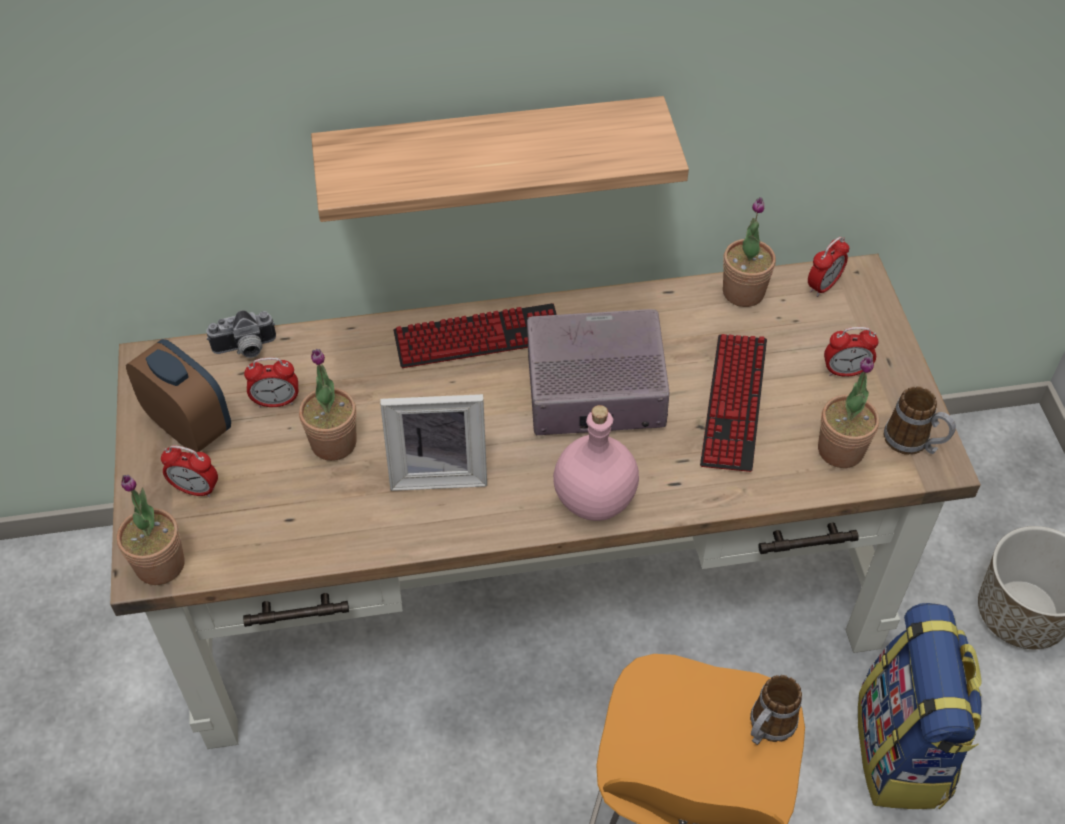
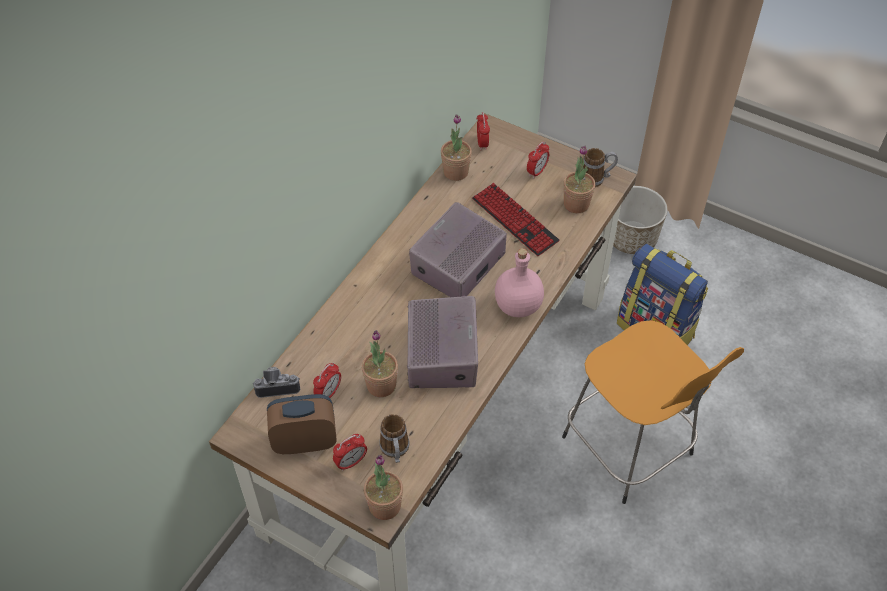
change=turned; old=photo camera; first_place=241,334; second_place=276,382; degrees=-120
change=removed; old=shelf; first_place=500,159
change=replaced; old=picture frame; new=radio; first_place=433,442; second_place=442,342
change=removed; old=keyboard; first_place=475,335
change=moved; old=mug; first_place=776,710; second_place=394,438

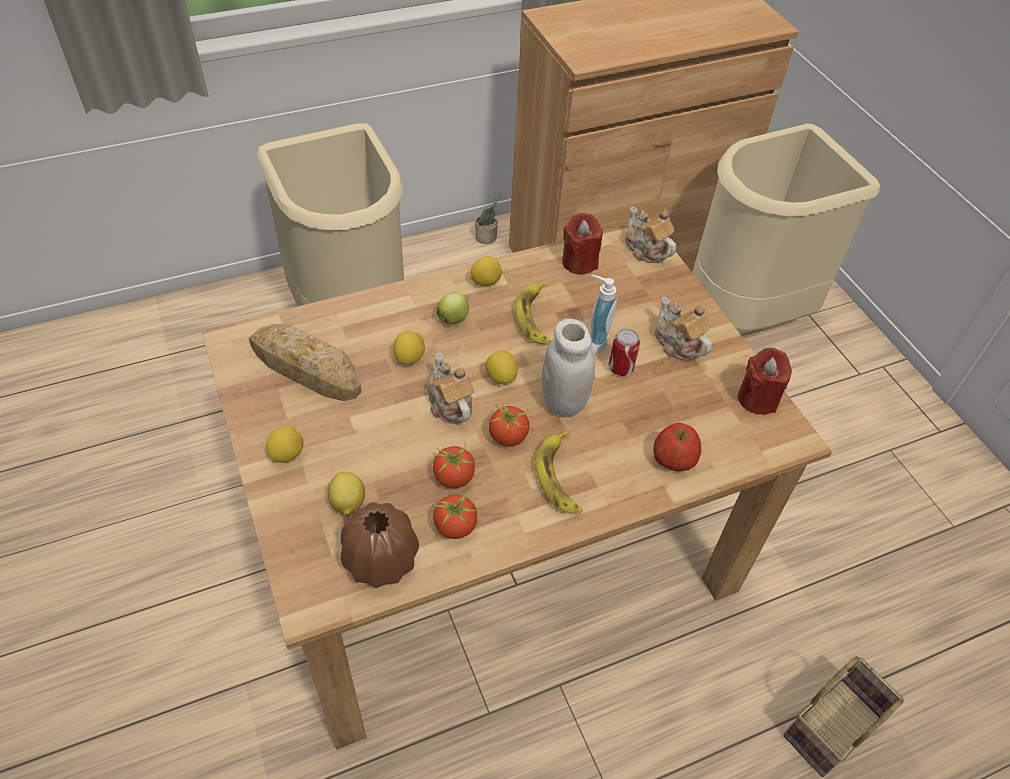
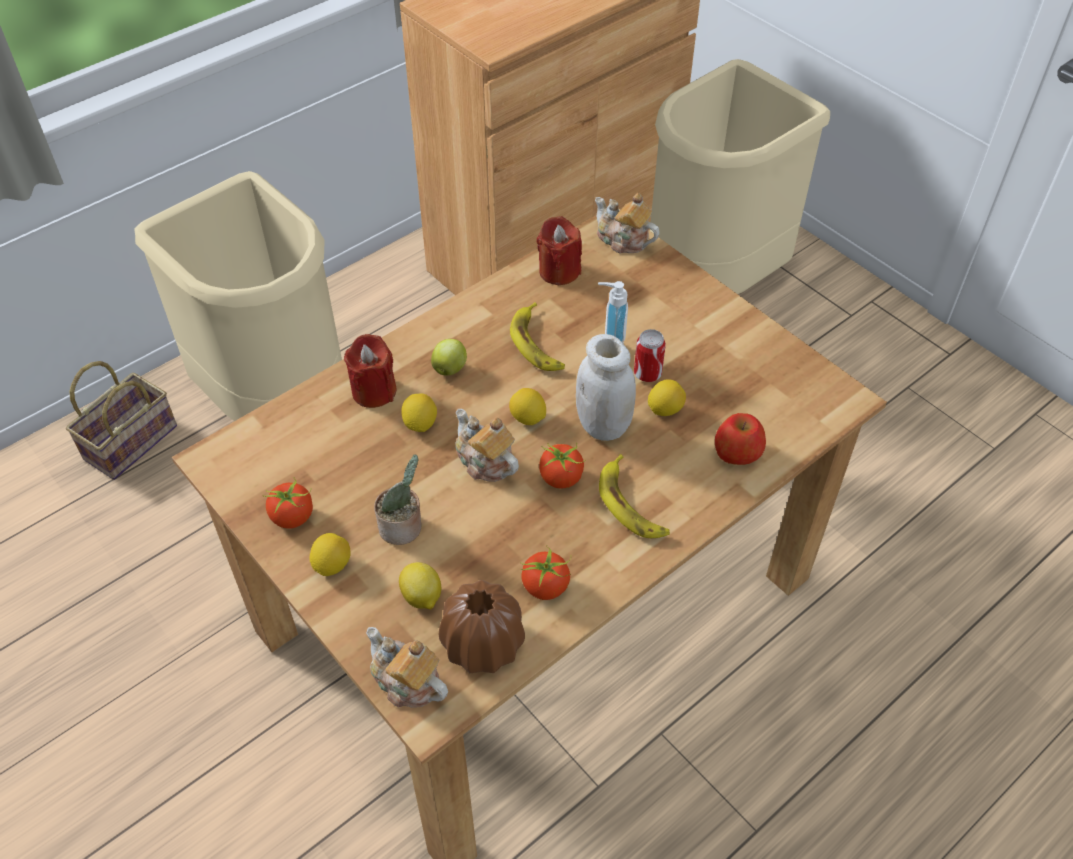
change=removed; old=bread; first_place=305,362
change=moved; old=tomato; first_place=455,465; second_place=287,503
change=moved; old=lemon; first_place=486,271; second_place=667,397
change=moved; old=potted plant; first_place=488,218; second_place=398,499
change=moved; old=teapot; first_place=683,329; second_place=407,667
change=moved; old=red candle; first_place=765,381; second_place=370,371
change=moved; old=basket; first_place=843,716; second_place=121,420

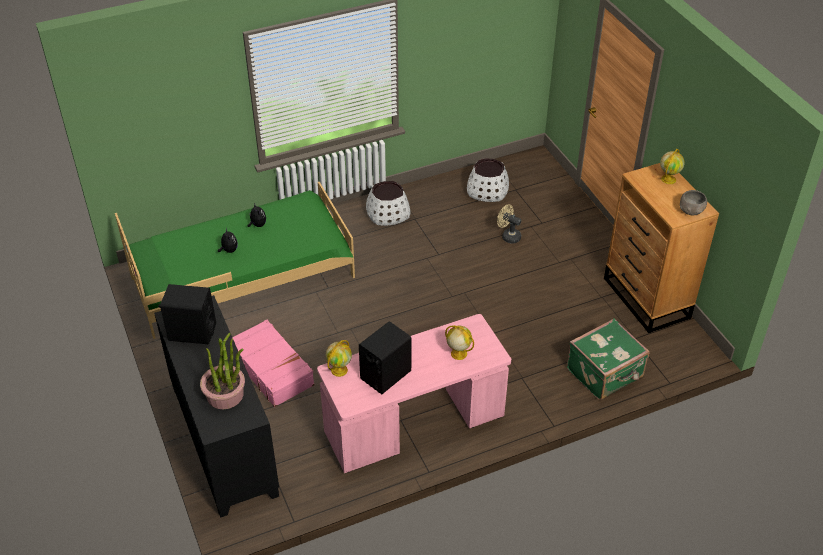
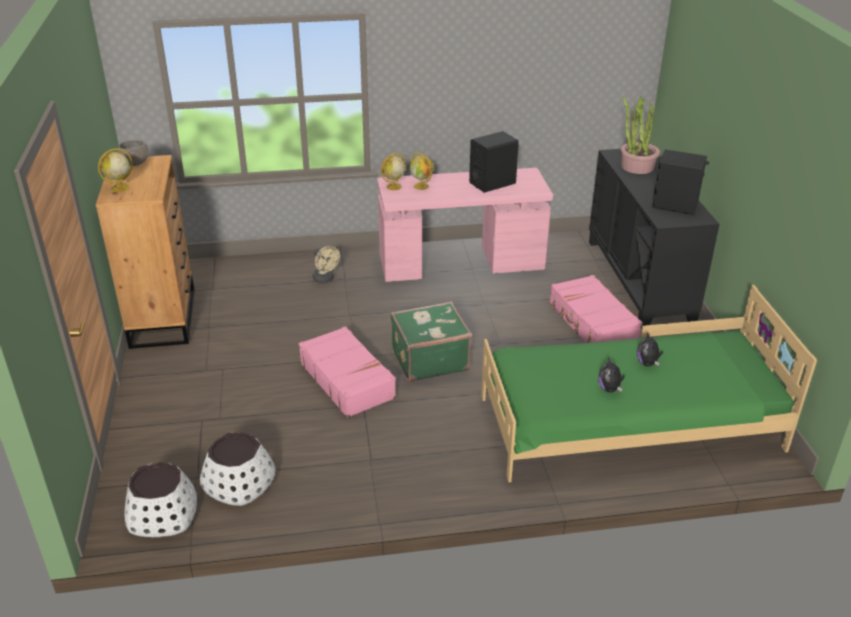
change=moved; old=globe; first_place=339,358; second_place=393,171
change=moved; old=white planter; first_place=388,203; second_place=160,499
change=moved; old=beige fan; first_place=509,224; second_place=326,264
change=moved; old=green suitcase; first_place=608,359; second_place=431,341
change=added; new=pink suitcase; second_place=347,372

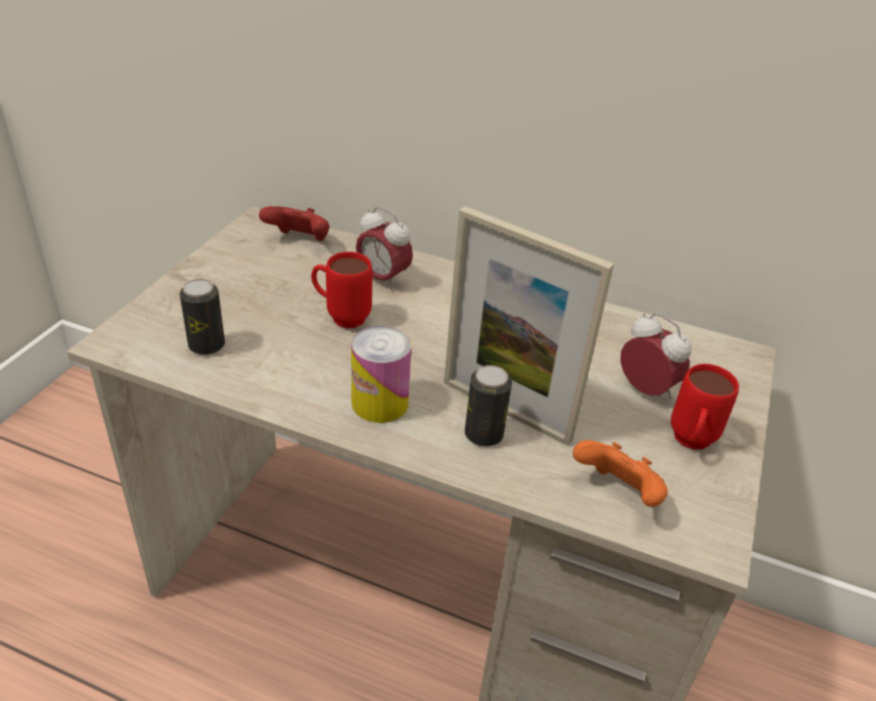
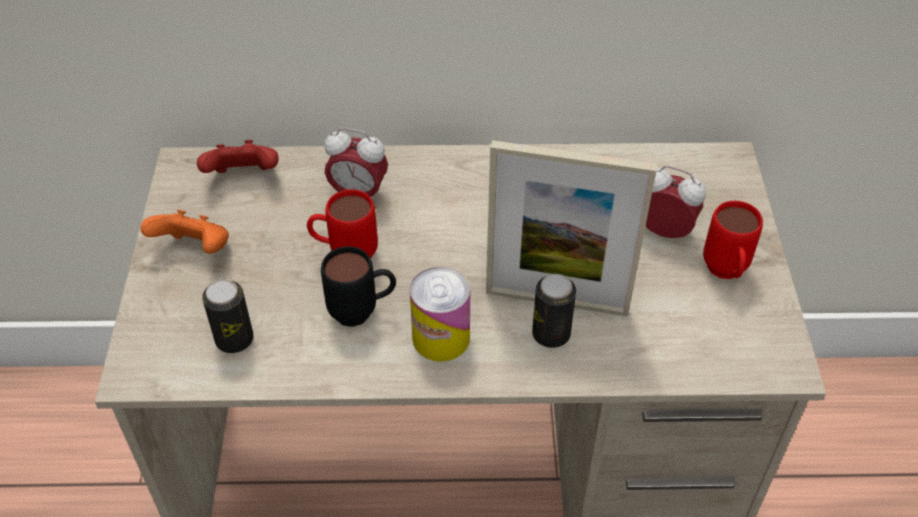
change=moved; old=orange game controller; first_place=620,473; second_place=184,232
change=added; new=black mug; second_place=358,286

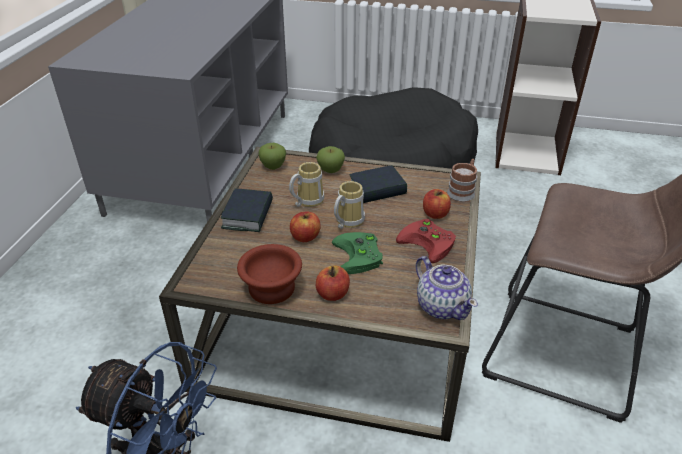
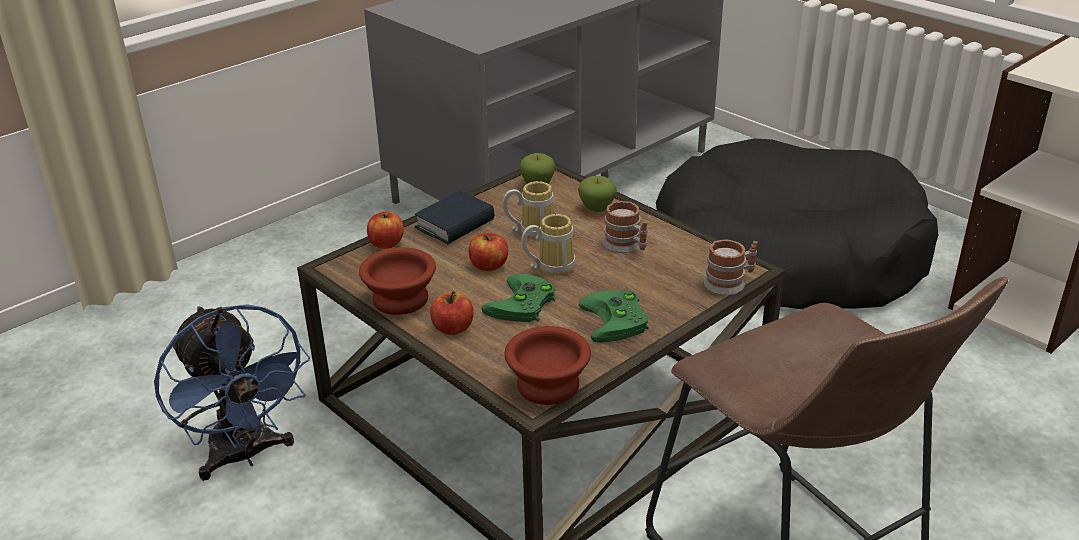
change=replaced; old=book; new=mug; first_place=378,184; second_place=625,227
change=recoloured; old=red game controller; new=green game controller; first_place=426,241; second_place=614,316
change=replaced; old=teapot; new=brown bowl; first_place=447,288; second_place=548,365
change=moved; old=apple; first_place=437,204; second_place=385,230

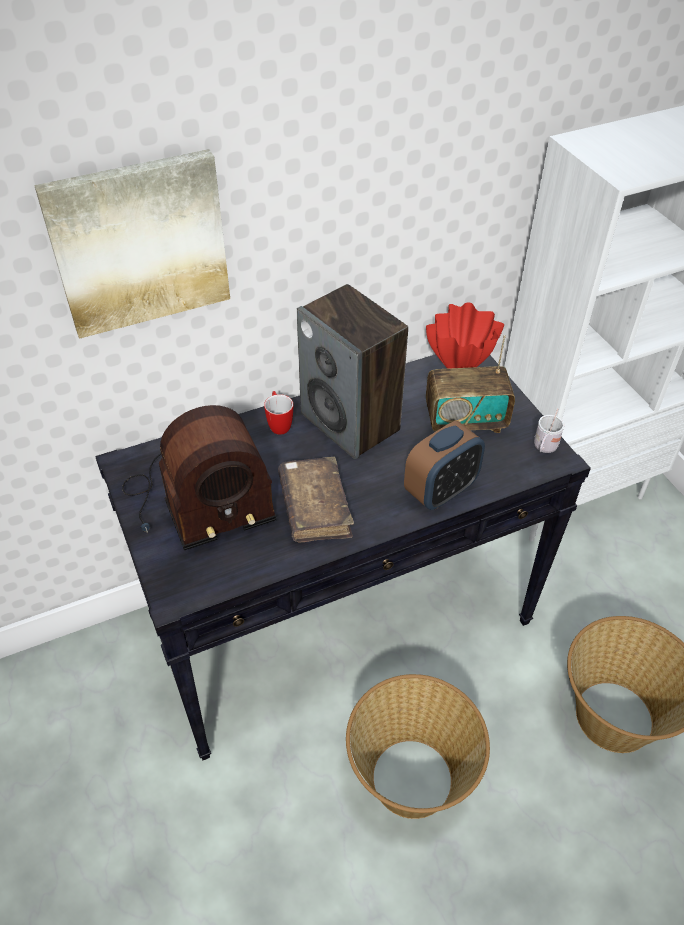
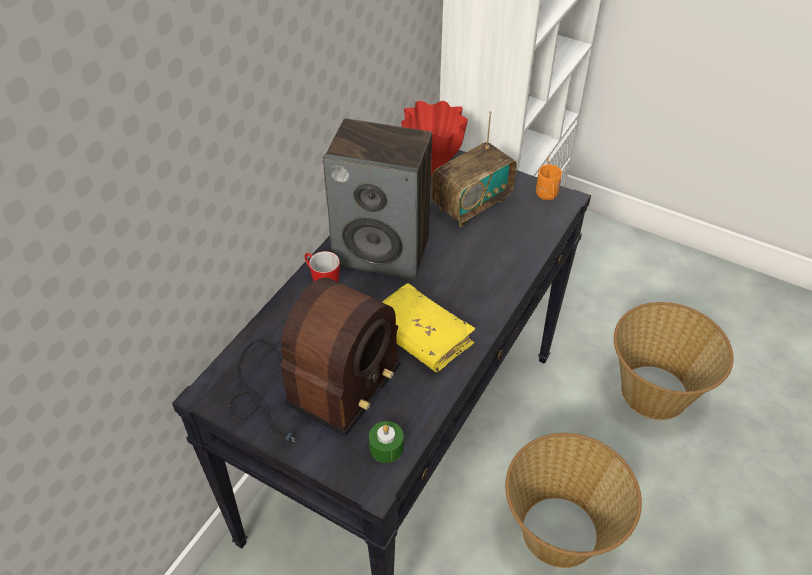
change=removed; old=picture; first_place=132,244
change=recoloured; old=brown book; new=yellow book; first_place=316,499; second_place=428,327
change=removed; old=alarm clock; first_place=444,465
change=recoloured; old=white mug; new=orange mug; first_place=549,430; second_place=549,178
change=added; new=green candle; second_place=386,442

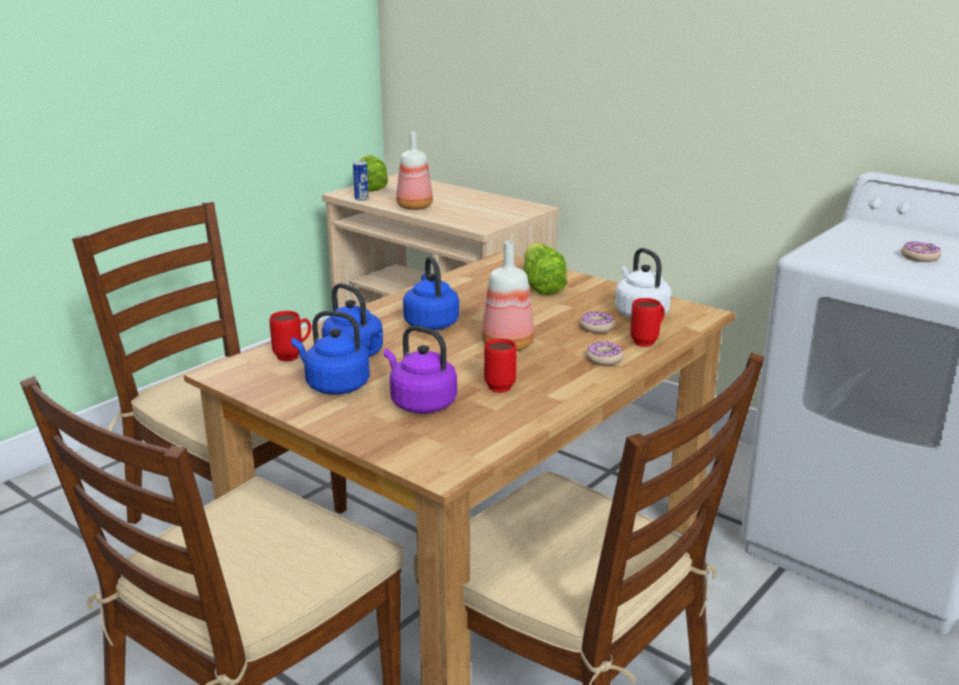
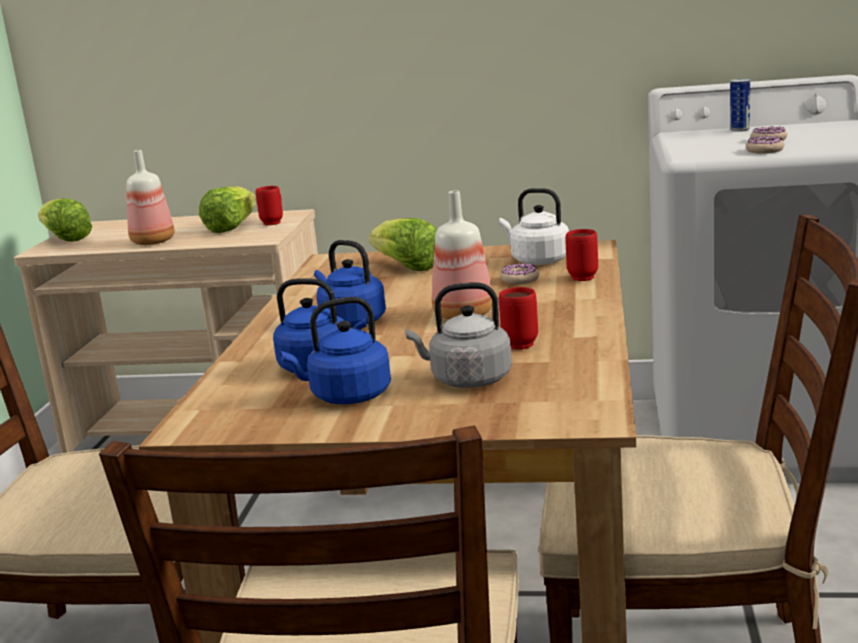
change=moved; old=red mug; first_place=290,336; second_place=269,205
change=moved; old=can; first_place=361,181; second_place=740,105
change=recoloured; old=purple kettle; new=grey kettle; first_place=420,369; second_place=458,335
change=moved; old=donut; first_place=605,353; second_place=765,145
change=added; new=lettuce; second_place=227,209

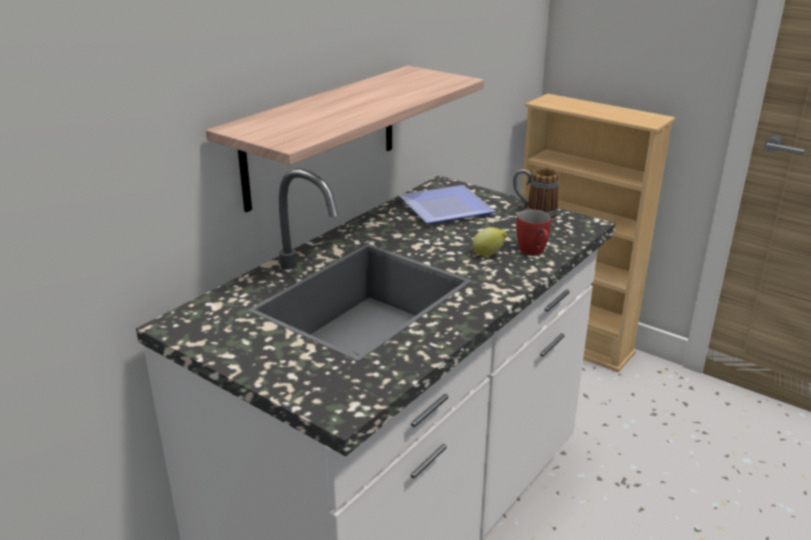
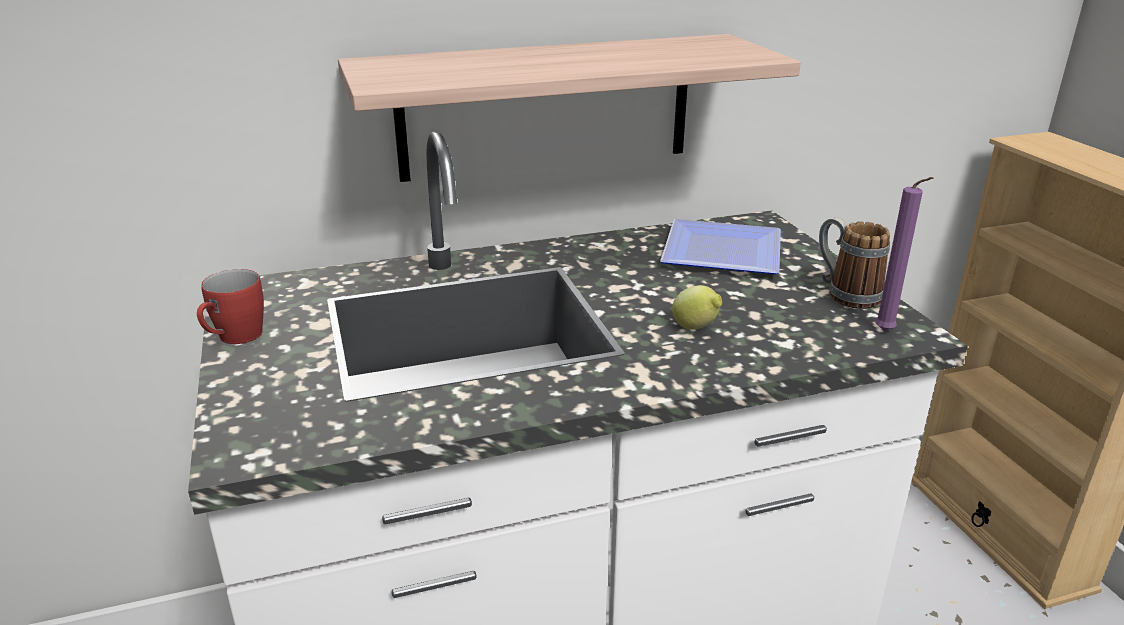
change=moved; old=red mug; first_place=533,232; second_place=230,306
change=added; new=purple candle; second_place=904,254

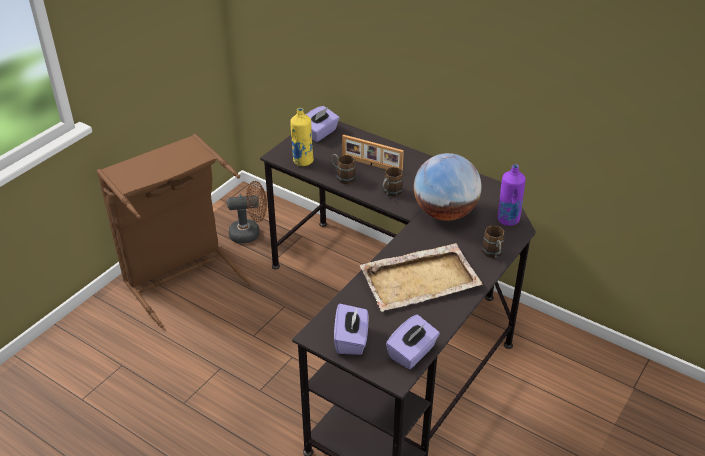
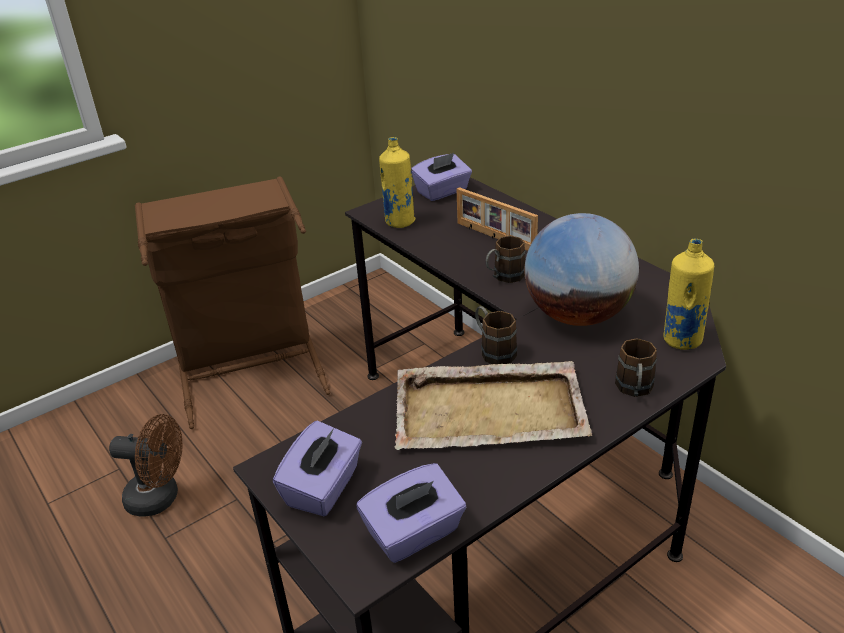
change=moved; old=brown fan; first_place=247,212; second_place=145,465
change=moved; old=brown mug; first_place=343,169; second_place=496,335
change=recoloured; old=purple bottle; new=yellow bottle; first_place=512,195; second_place=688,294

